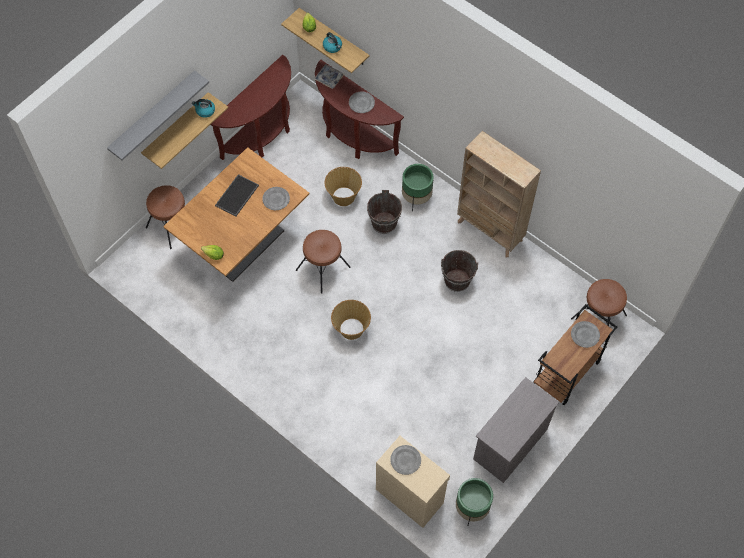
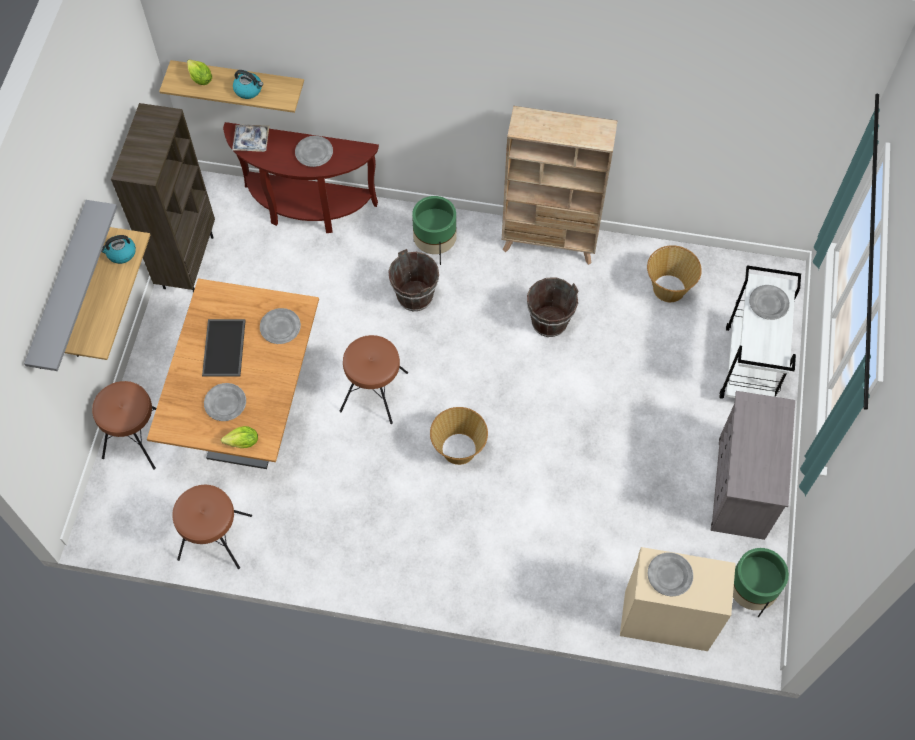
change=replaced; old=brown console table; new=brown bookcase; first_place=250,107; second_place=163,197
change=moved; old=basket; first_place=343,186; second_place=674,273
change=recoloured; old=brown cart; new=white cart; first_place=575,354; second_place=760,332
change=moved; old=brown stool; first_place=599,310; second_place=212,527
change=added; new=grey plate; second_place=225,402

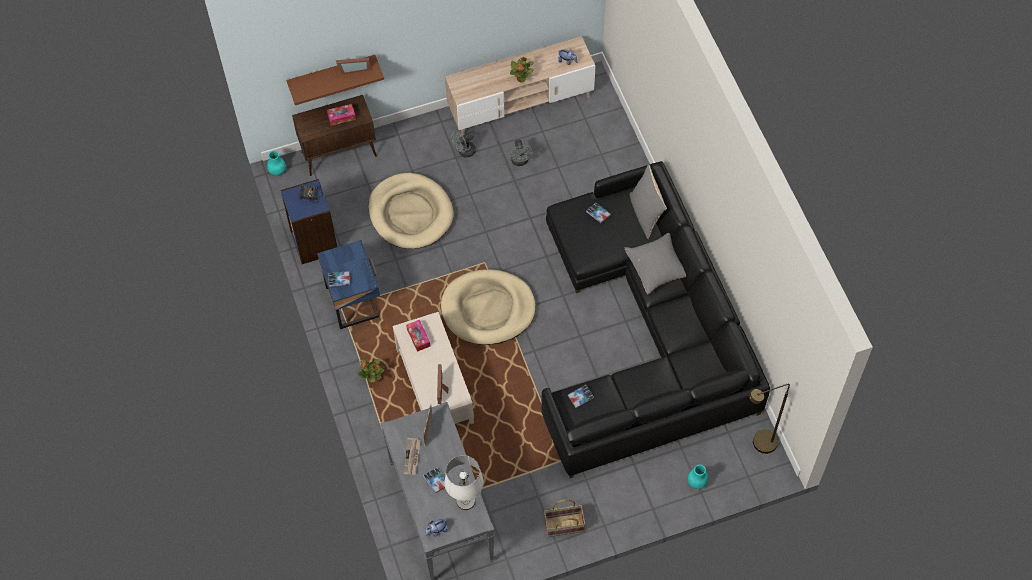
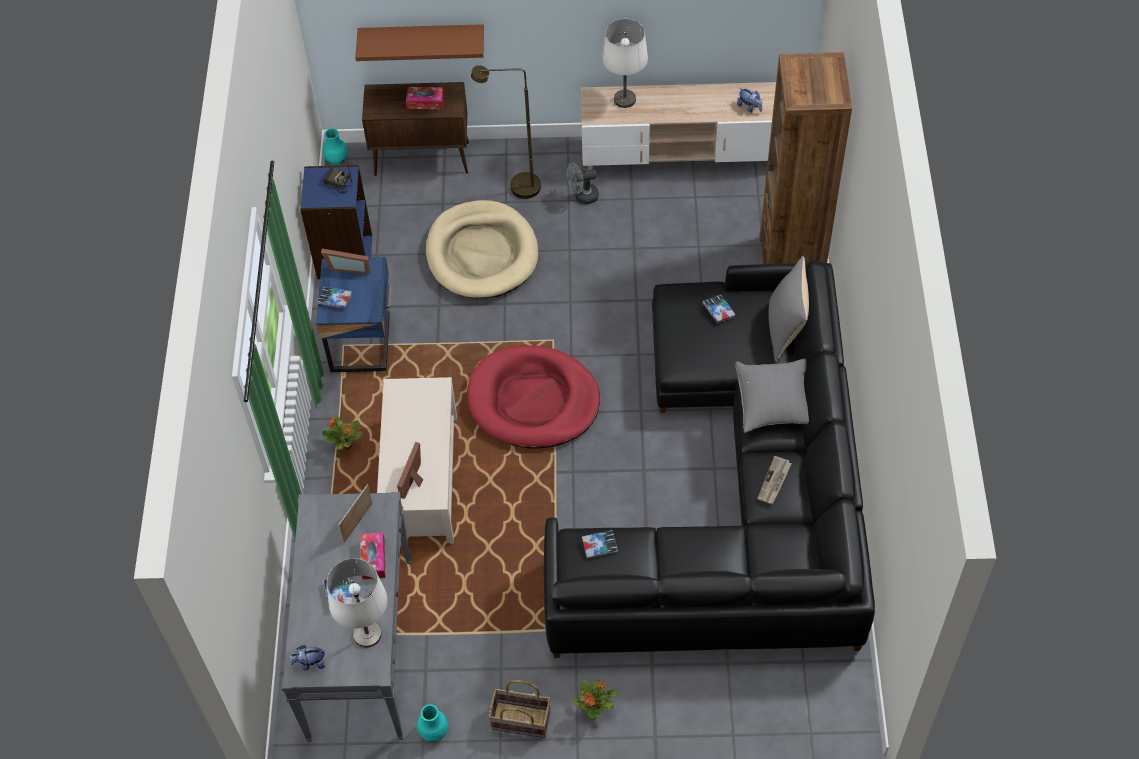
change=moved; old=picture frame; first_place=353,66; second_place=345,261
change=moved; old=newspaper; first_place=412,456; second_place=774,480
change=moved; old=tissue box; first_place=418,335; second_place=373,556
change=recoloured; old=beige dog bed; new=red dog bed; first_place=488,307; second_place=533,397
change=moved; old=potted plant; first_place=522,69; second_place=595,700
change=removed; old=grey fan; first_place=521,152
change=moved; old=turquoise vase; first_place=698,477; second_place=433,723
change=moved; old=brown floor lamp; first_place=769,419; second_place=506,132
change=added; new=white table lamp; second_place=625,63
change=added; new=brown bookcase; second_place=806,158

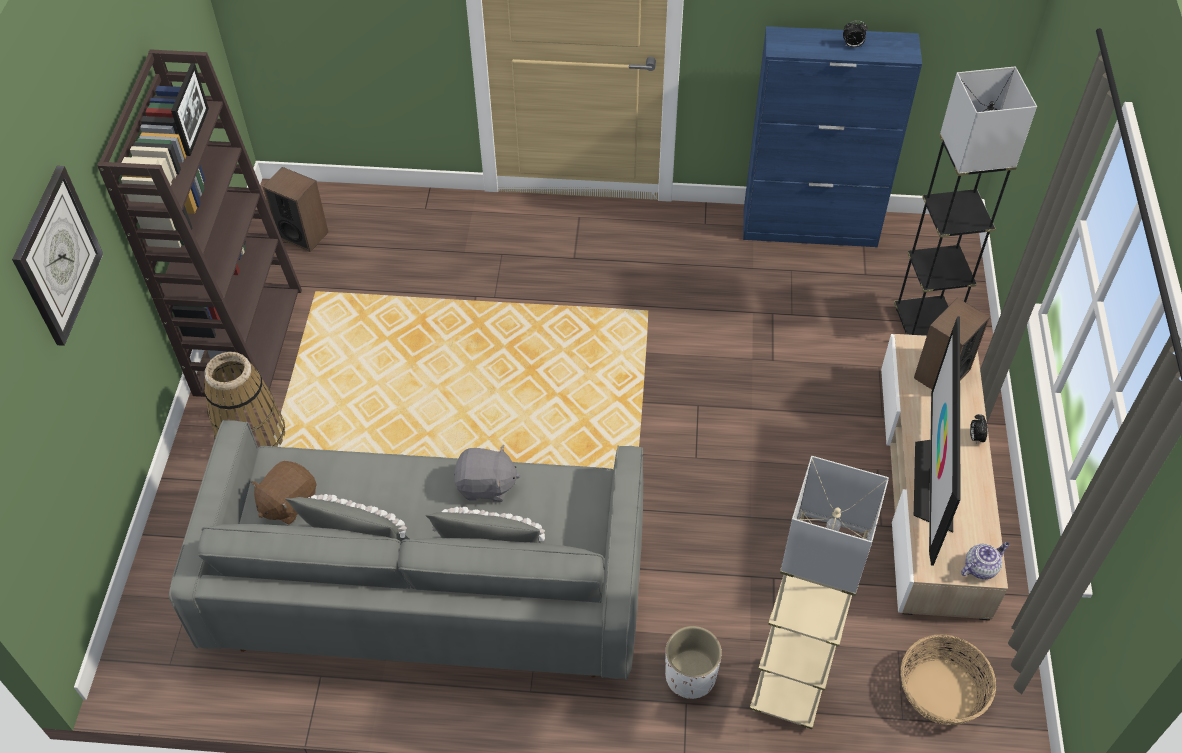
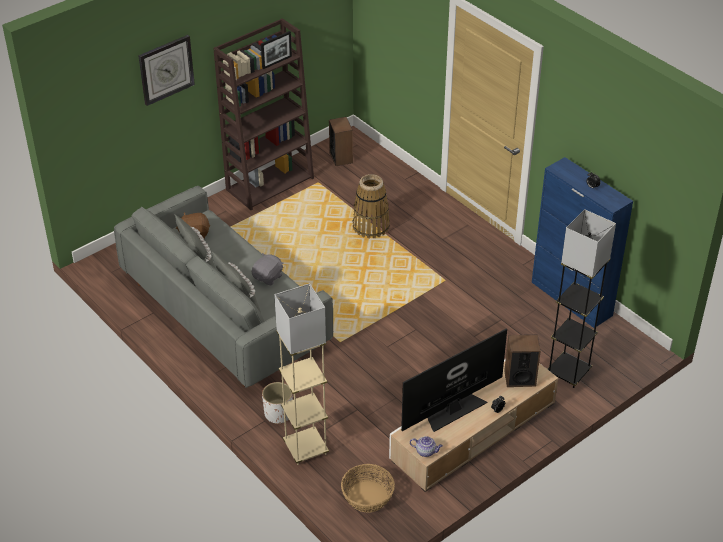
change=moved; old=basket; first_place=244,399; second_place=371,206
change=turned; old=grey plush toy; first_place=487,473; second_place=267,269; degrees=-105

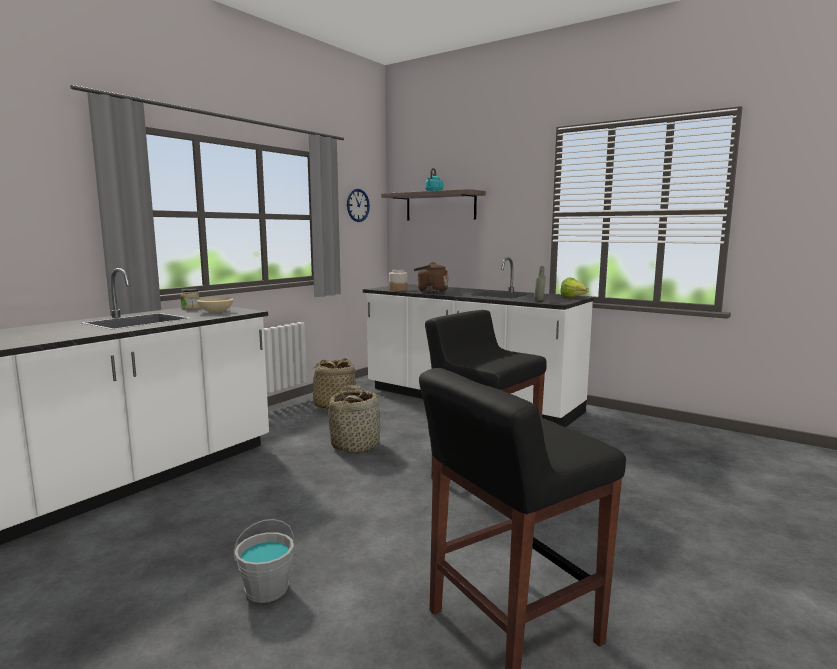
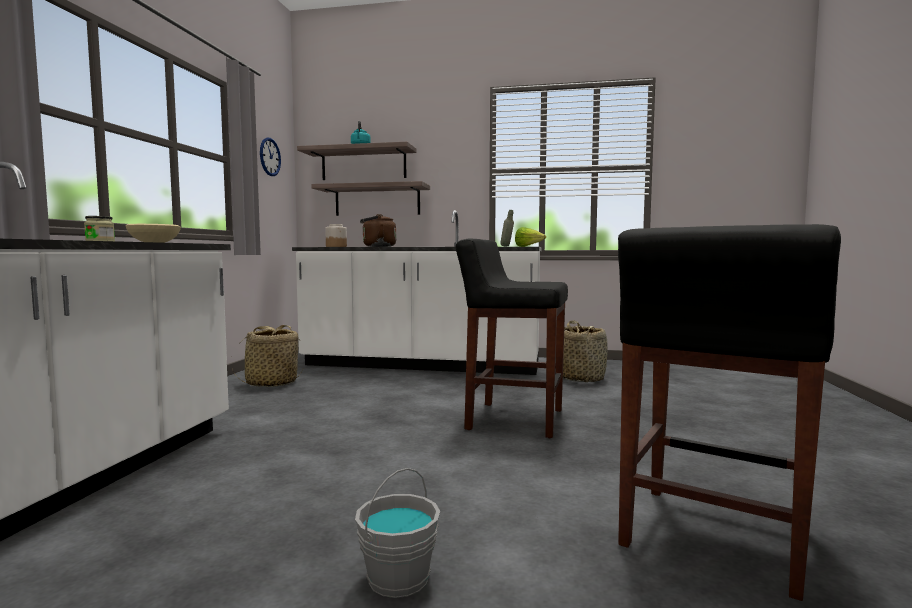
change=moved; old=basket; first_place=354,419; second_place=585,351
change=added; new=shelf; second_place=371,198

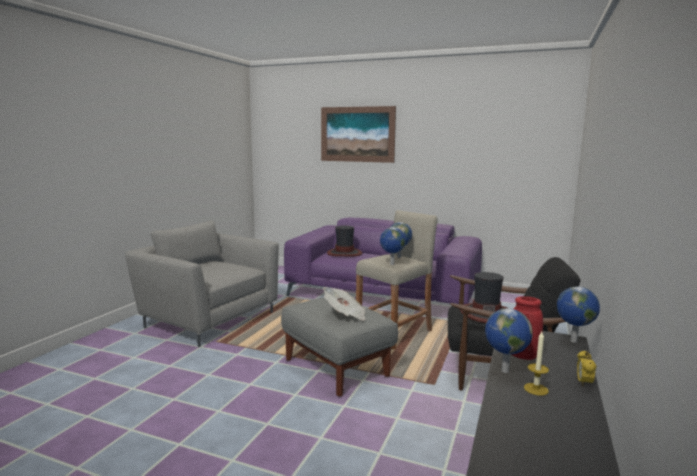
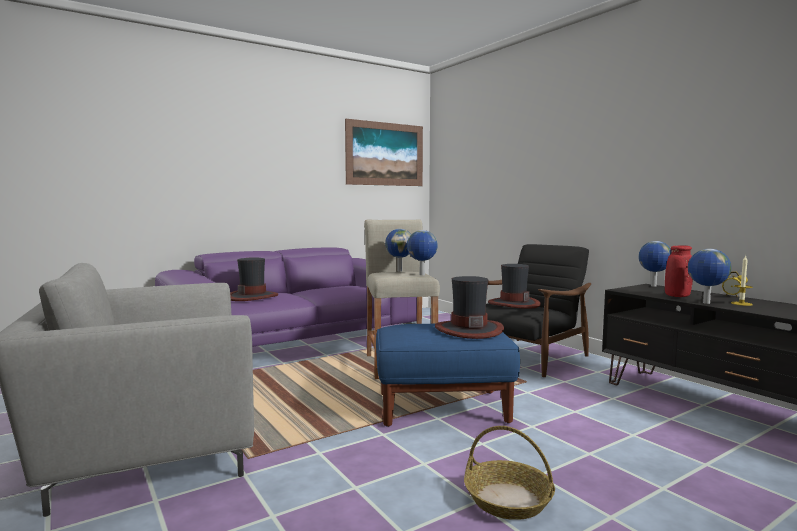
change=recoloured; old=grey ottoman; new=blue ottoman; first_place=339,347; second_place=448,375
change=moved; old=picture; first_place=358,134; second_place=384,152
change=replaced; old=newspaper; new=hat; first_place=344,304; second_place=469,307
change=added; new=basket; second_place=509,473

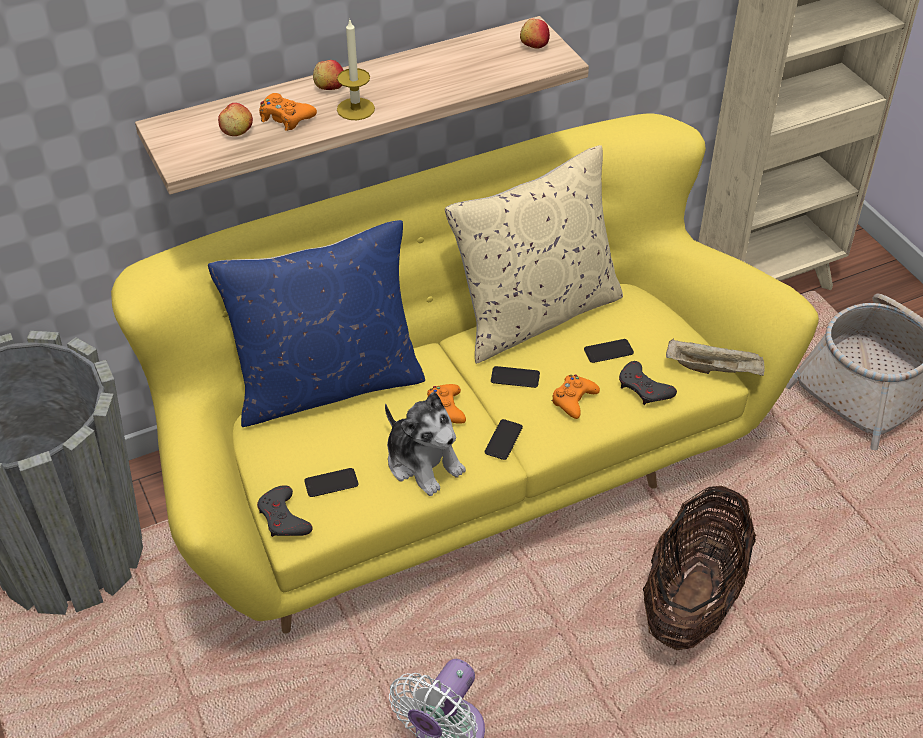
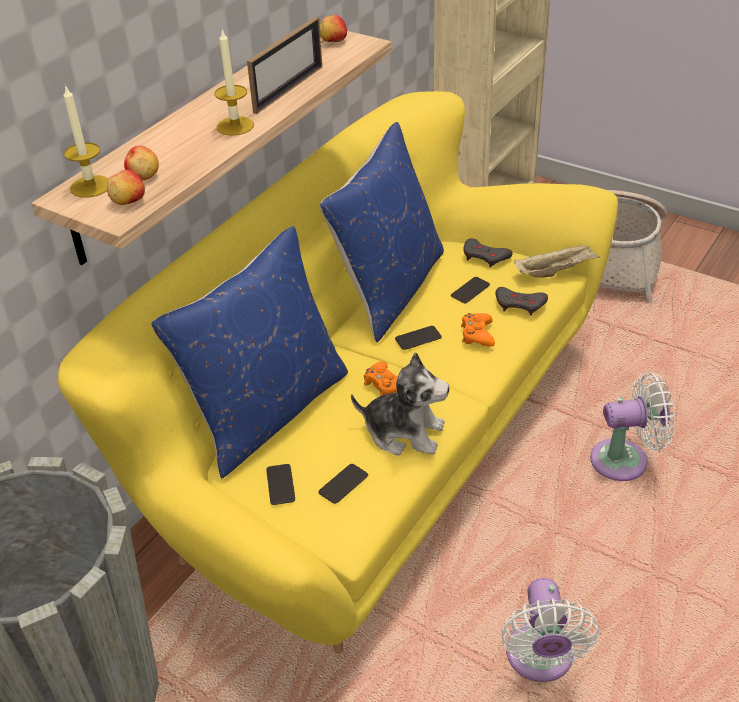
change=moved; old=grey game controller; first_place=285,511; second_place=488,252
change=removed; old=orange game controller; first_place=288,112
change=moved; old=apple; first_place=328,75; second_place=126,187
change=recoloured; old=beige pillow; new=blue pillow; first_place=534,254; second_place=382,232
change=moved; old=phone; first_place=504,439; second_place=280,484
change=replaced; old=basket; new=white fan; first_place=699,568; second_place=632,426
change=added; new=candle; second_place=85,141
change=added; new=picture frame; second_place=284,65

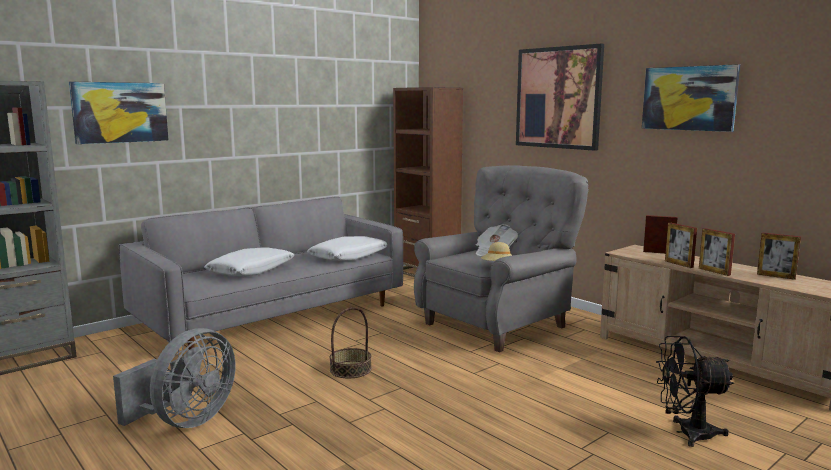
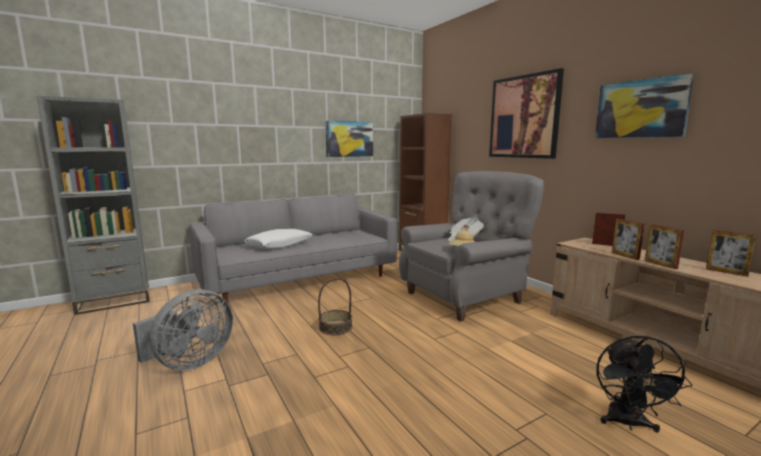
change=moved; old=picture; first_place=119,113; second_place=349,139
change=removed; old=white pillow; first_place=347,248
change=turned; old=black fan; first_place=695,391; second_place=644,384; degrees=-90

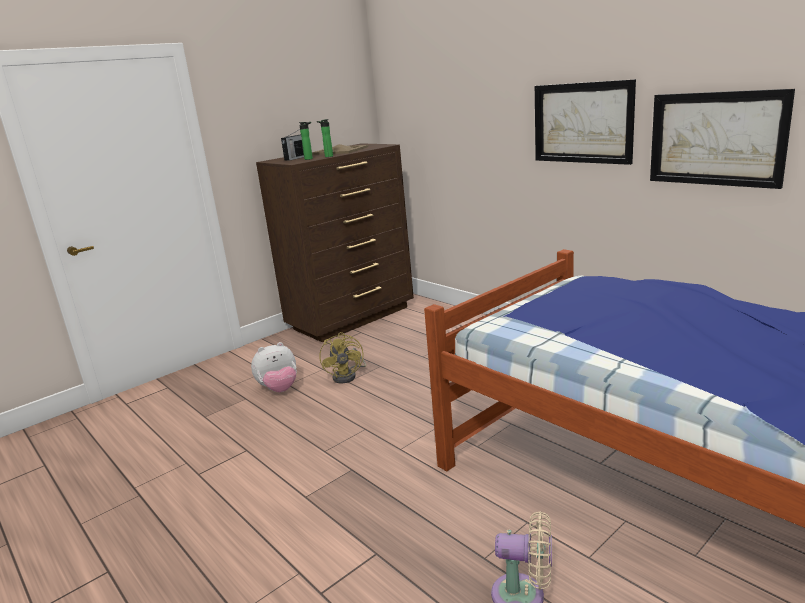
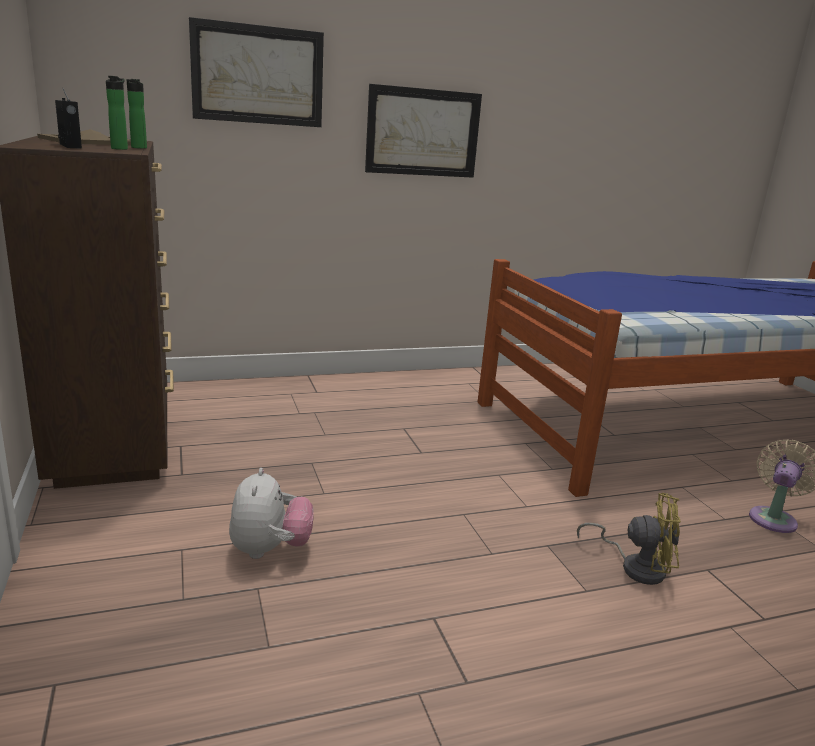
change=moved; old=yellow fan; first_place=342,357; second_place=629,539
change=moved; old=picture; first_place=722,139; second_place=256,72

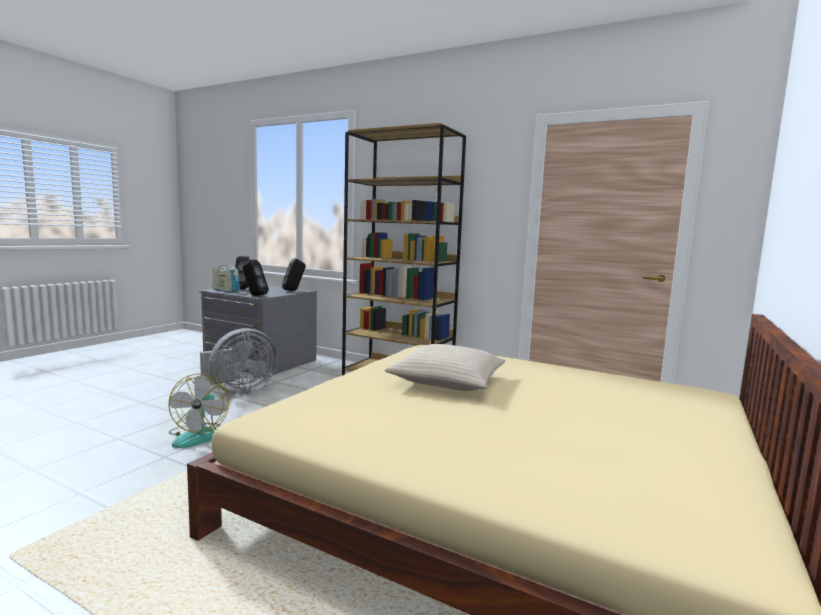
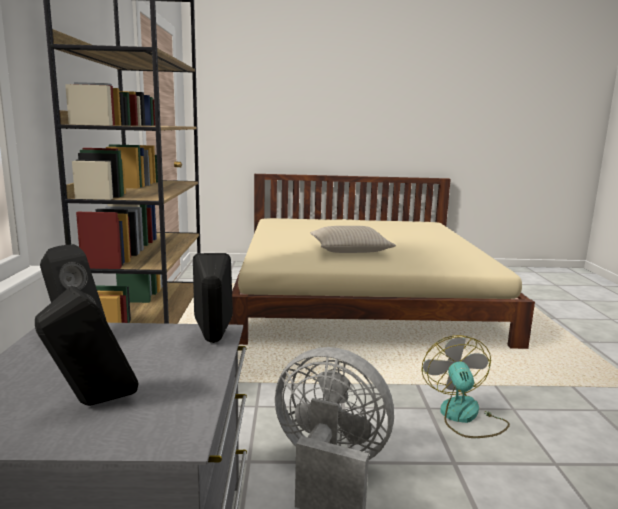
change=turned; old=fan; first_place=198,411; second_place=465,386; degrees=-60
change=removed; old=radio; first_place=226,277

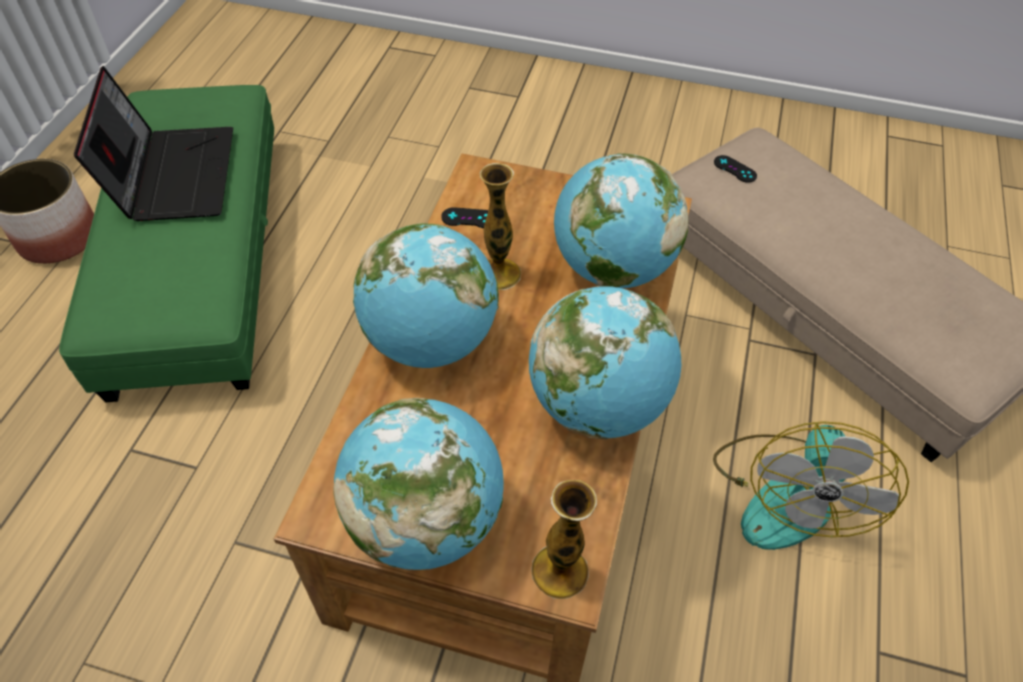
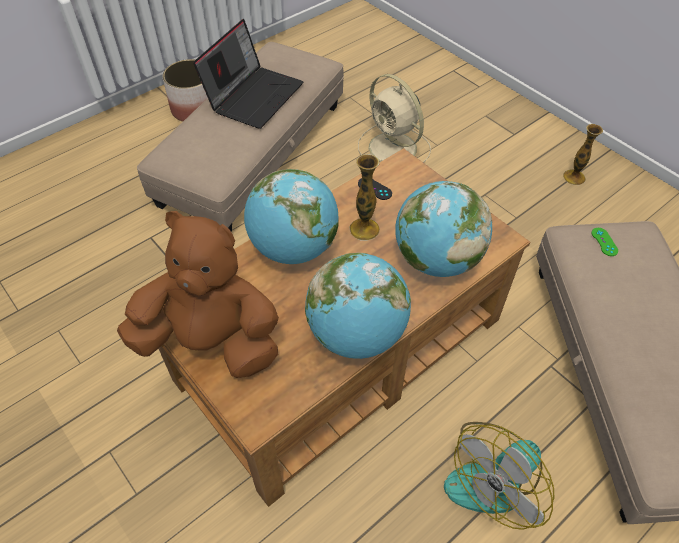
change=recoloured; old=green ottoman; new=beige ottoman; first_place=166,243; second_place=240,137
change=replaced; old=globe; new=brown plush toy; first_place=419,484; second_place=198,294
change=moved; old=vase; first_place=564,539; second_place=583,154
change=recoloured; old=black game controller; new=green game controller; first_place=735,169; second_place=605,242
change=added; new=beige fan; second_place=394,118

